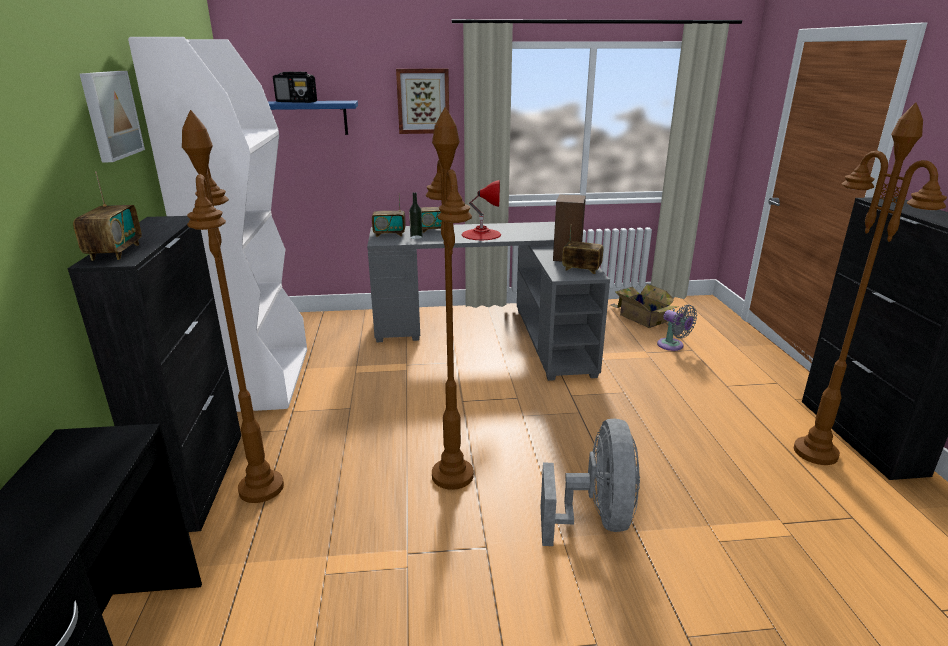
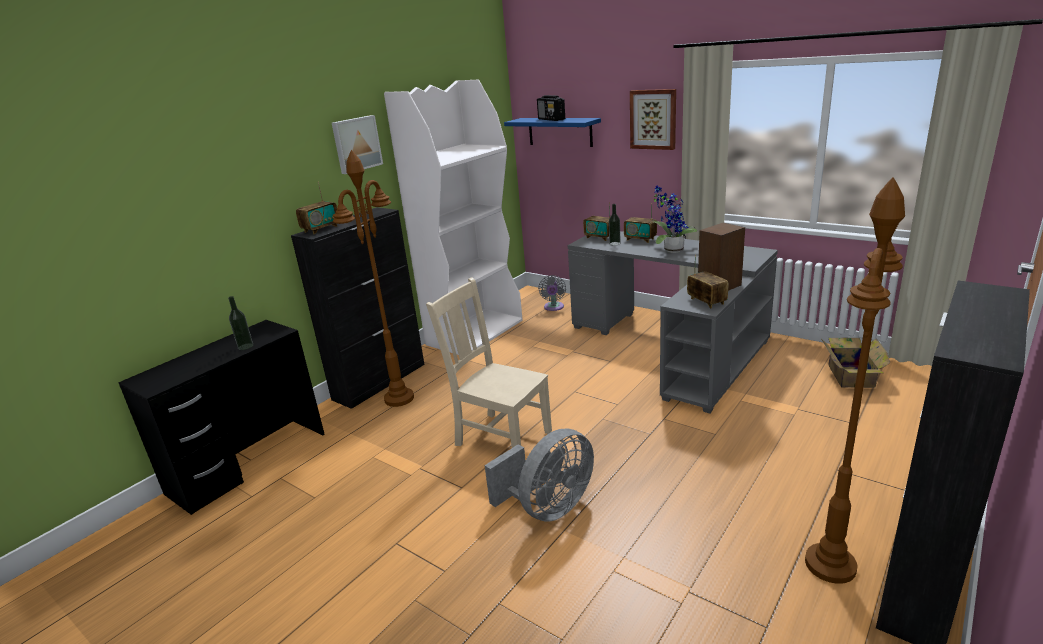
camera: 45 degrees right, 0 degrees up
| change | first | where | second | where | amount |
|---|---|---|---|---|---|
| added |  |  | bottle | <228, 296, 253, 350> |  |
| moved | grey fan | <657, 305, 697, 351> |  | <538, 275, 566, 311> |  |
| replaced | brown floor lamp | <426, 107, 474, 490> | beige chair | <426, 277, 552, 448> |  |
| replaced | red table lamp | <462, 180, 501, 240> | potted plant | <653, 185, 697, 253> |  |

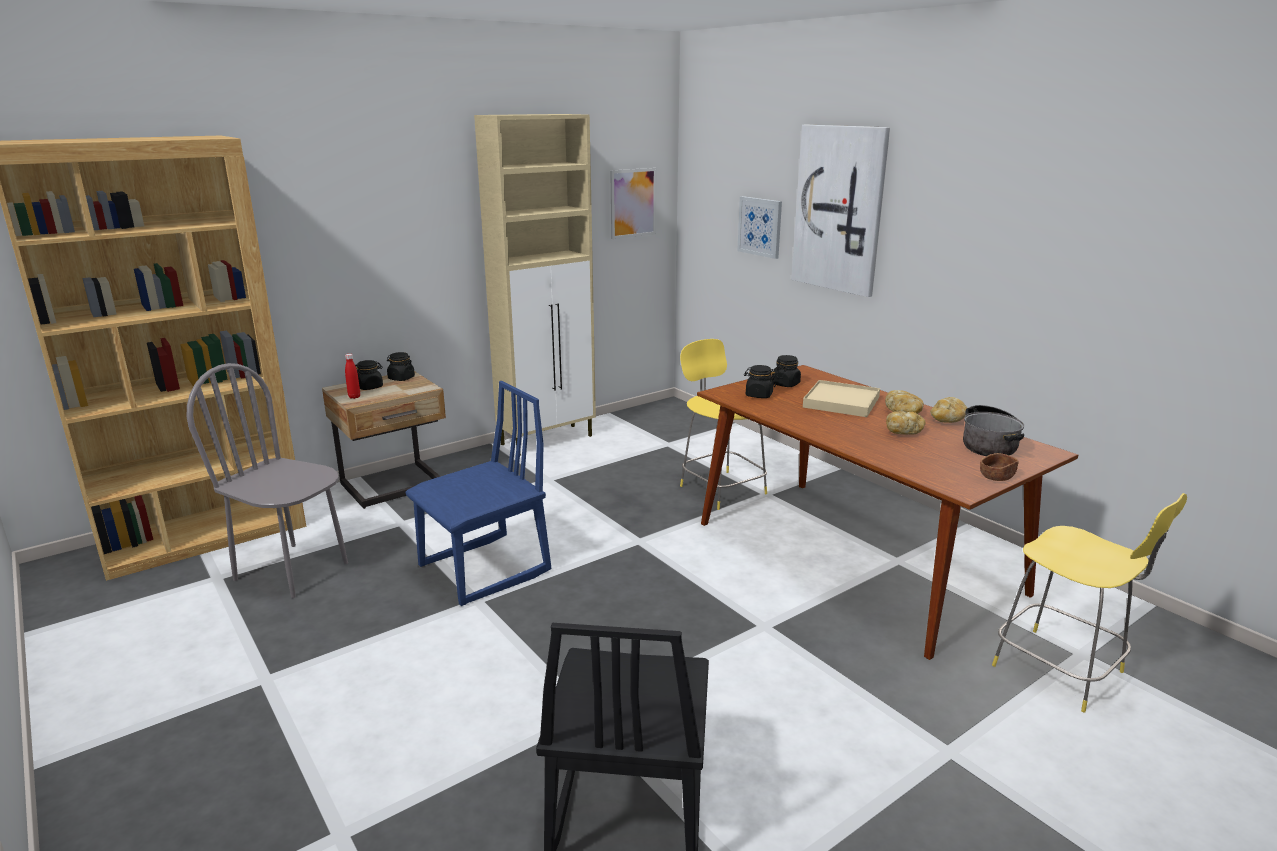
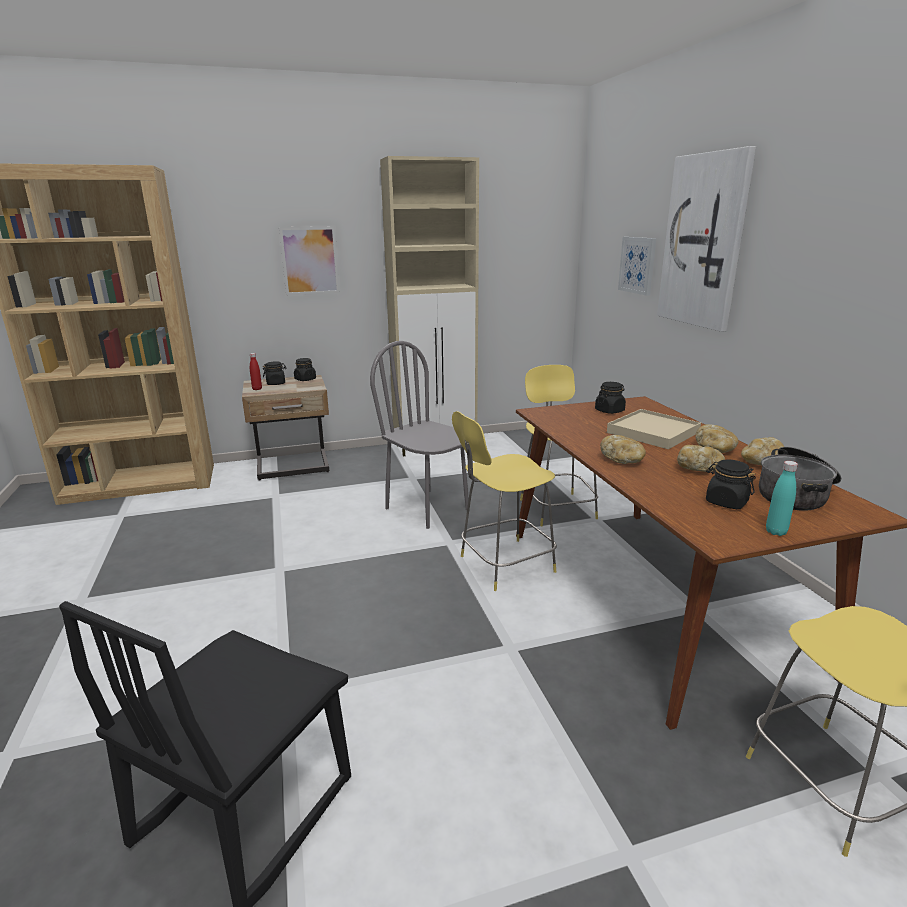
camera: 20 degrees right, 0 degrees up
| change | first | where | second | where | amount |
|---|---|---|---|---|---|
| removed | blue chair | <405, 381, 551, 606> |  |  |  |
| added |  |  | yellow stool | <452, 411, 557, 591> |  |
| added |  |  | bread | <600, 435, 646, 464> |  |
| moved | grey chair | <187, 363, 348, 598> |  | <370, 341, 468, 529> |  |
| moved | picture | <610, 168, 656, 239> |  | <279, 226, 340, 295> |  |
| moved | black jar | <744, 365, 776, 398> |  | <706, 460, 756, 509> |  |
| replaced | brown bowl | <980, 453, 1019, 481> | turquoise bottle | <766, 461, 798, 536> |  |

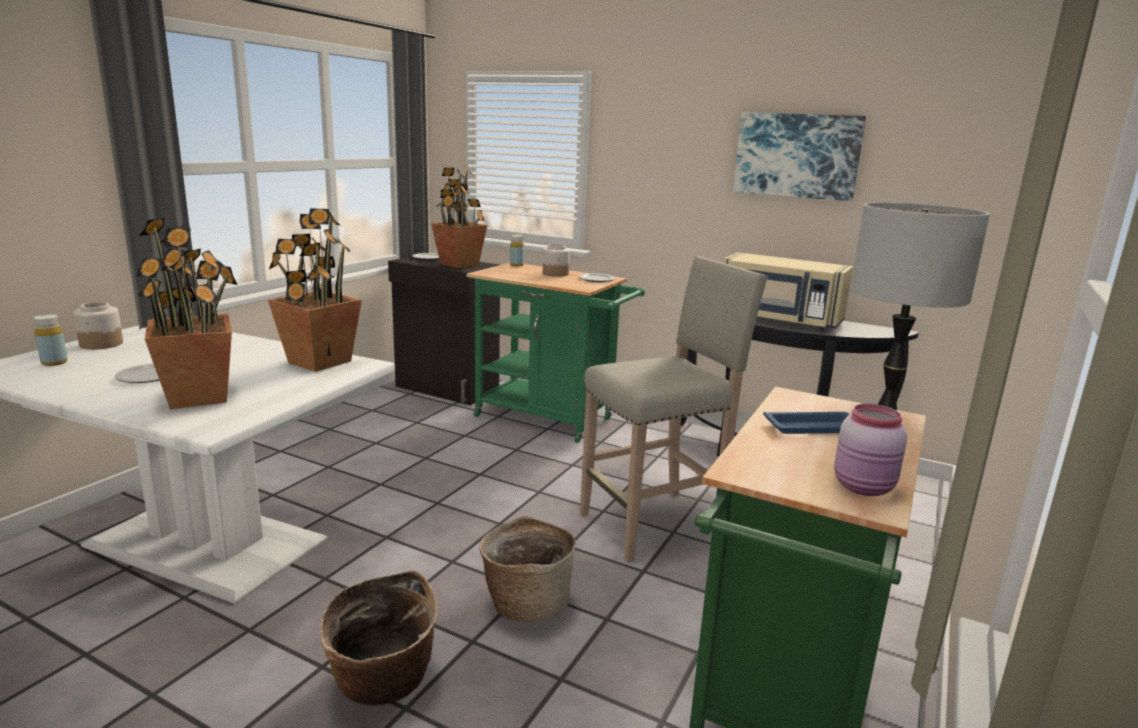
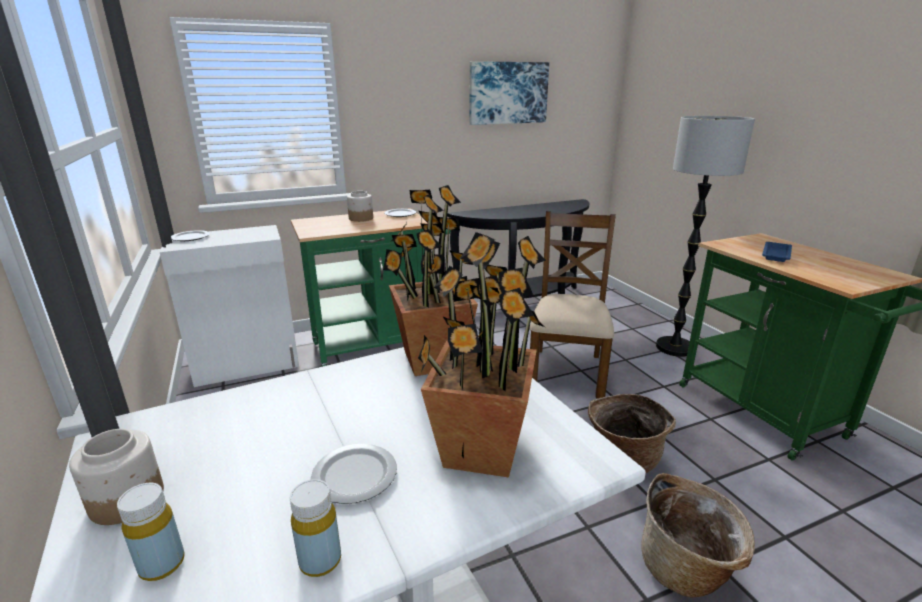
camera: 50 degrees left, 5 degrees up
| change | first | where | second | where | amount |
|---|---|---|---|---|---|
| removed | potted plant | <431, 165, 487, 268> |  |  |  |
| removed | beige microwave | <723, 252, 853, 330> |  |  |  |
| removed | pink jar | <834, 404, 907, 496> |  |  |  |
| moved | yellow bottle | <510, 235, 524, 266> |  | <290, 479, 341, 577> |  |
| replaced | beige stool | <580, 256, 768, 563> | brown chair | <530, 211, 616, 399> |  |
| recoloured | black cabinet | <388, 257, 500, 405> | white cabinet | <160, 225, 299, 387> |  |

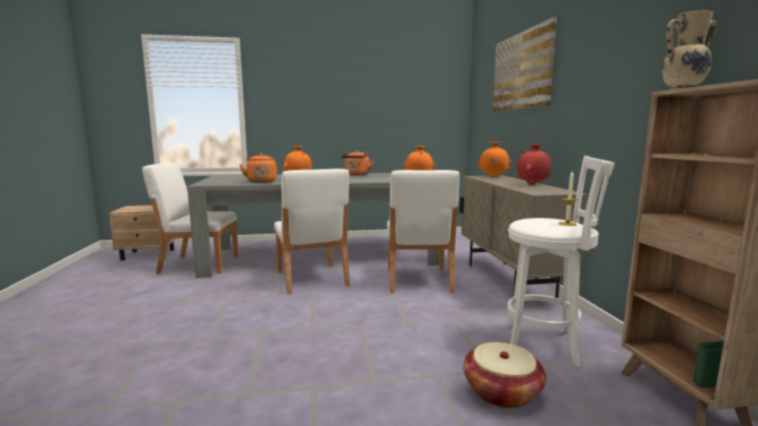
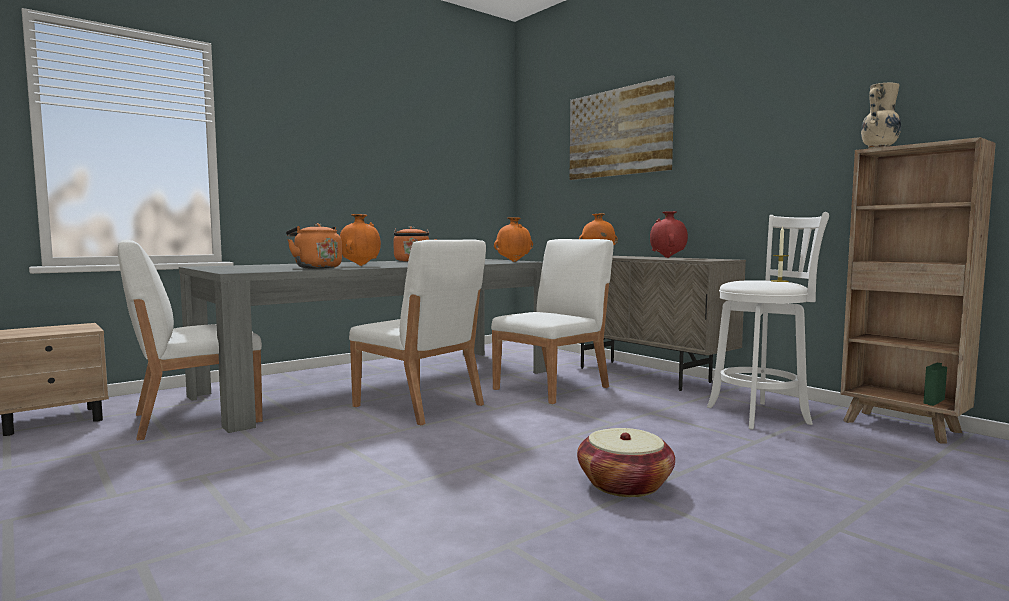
camera: 30 degrees left, 5 degrees down
| change | first | where | second | where | amount |
|---|---|---|---|---|---|
| moved | basket | <463, 342, 546, 408> |  | <577, 428, 675, 497> |  |
| turned | white chair | <387, 170, 460, 293> |  | <491, 239, 614, 404> | 105 degrees counterclockwise |

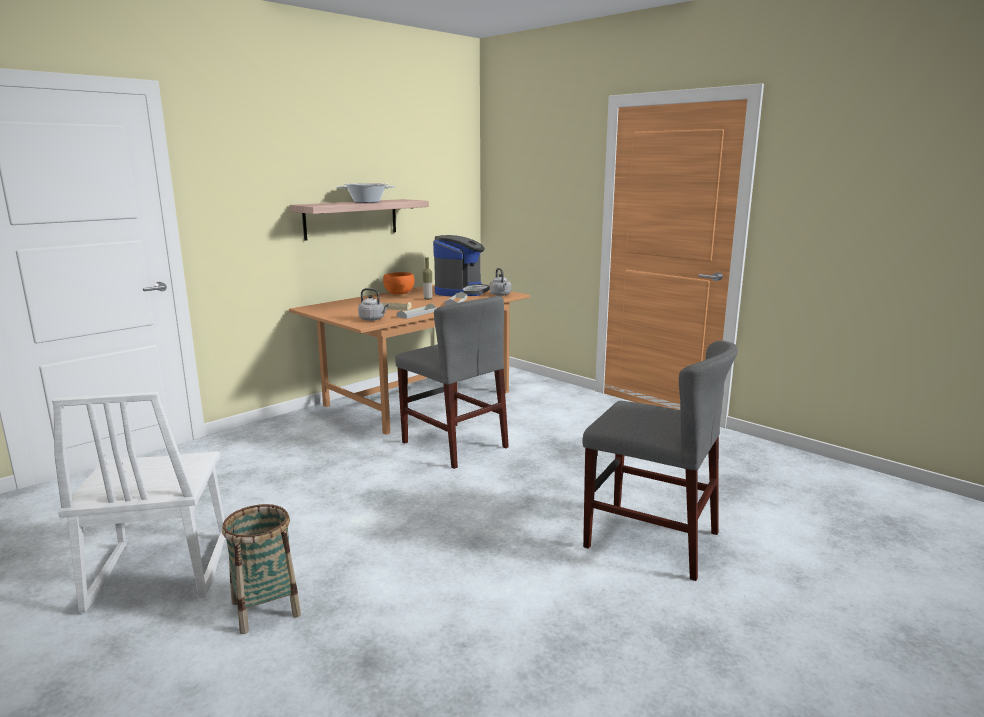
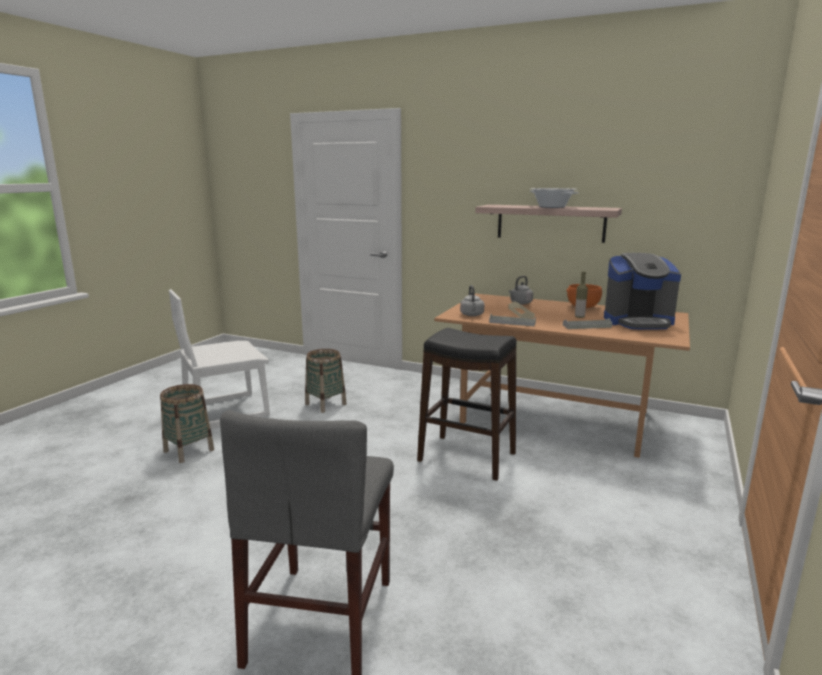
camera: 70 degrees right, 0 degrees up
| change | first | where | second | where | amount |
|---|---|---|---|---|---|
| added |  |  | basket | <305, 349, 347, 413> |  |
| moved | grey kettle | <490, 268, 511, 296> |  | <509, 276, 533, 304> |  |
| replaced | grey chair | <395, 296, 509, 469> | black stool | <417, 328, 517, 481> |  |

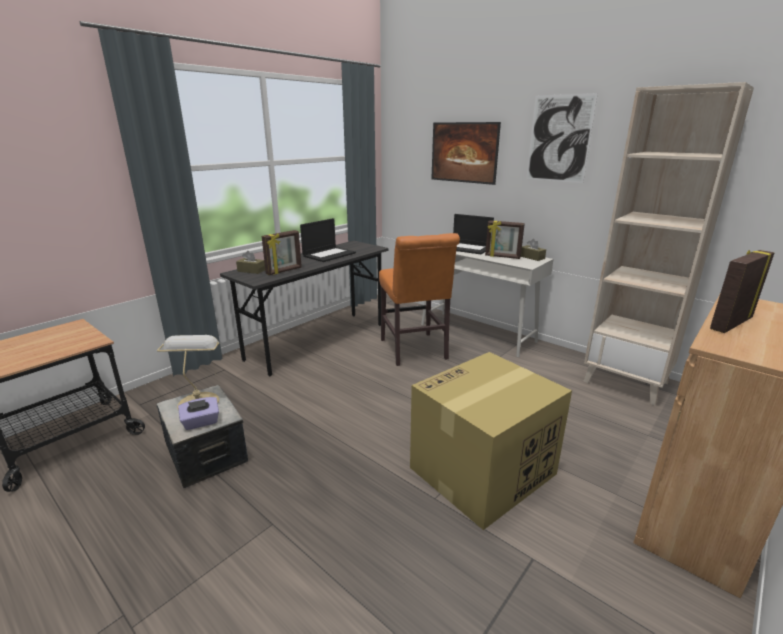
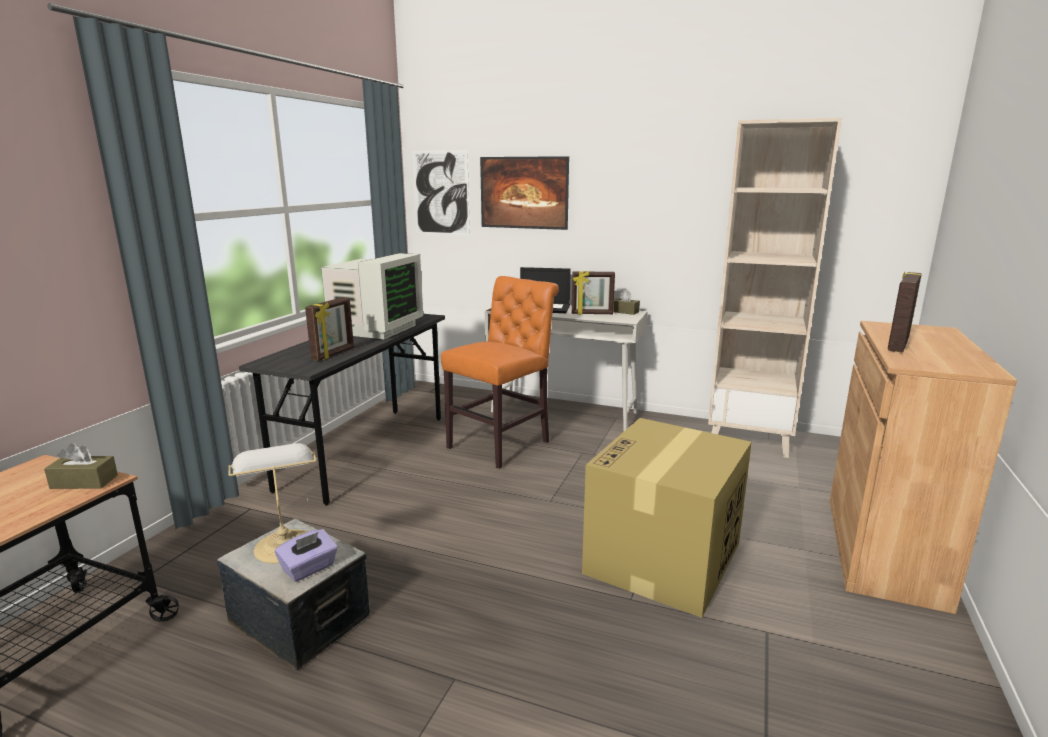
camera: 20 degrees left, 5 degrees down
| change | first | where | second | where | amount |
|---|---|---|---|---|---|
| moved | brown tissue box | <236, 251, 265, 274> |  | <44, 443, 118, 489> |  |
| moved | picture | <526, 93, 598, 183> |  | <413, 150, 470, 235> |  |
| replaced | laptop | <300, 218, 356, 262> | monitor | <321, 253, 423, 339> |  |
| turned | orange chair | <379, 233, 460, 366> |  | <441, 276, 559, 469> | 105 degrees counterclockwise |

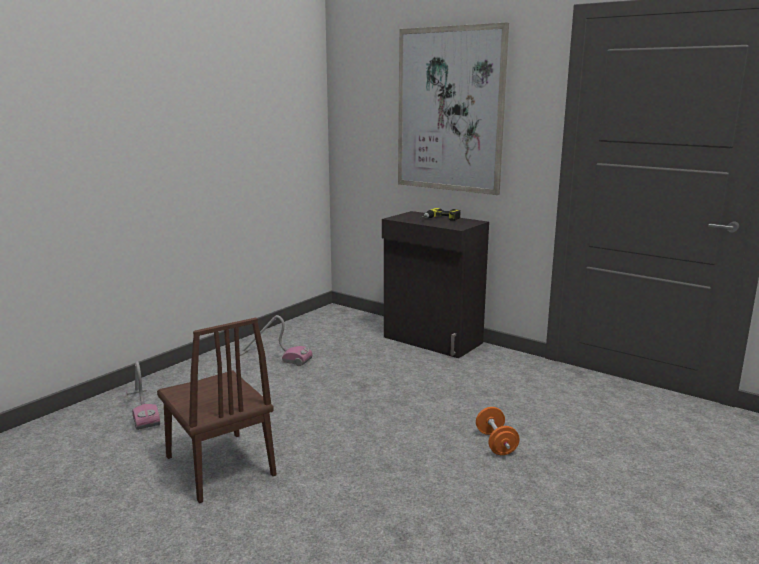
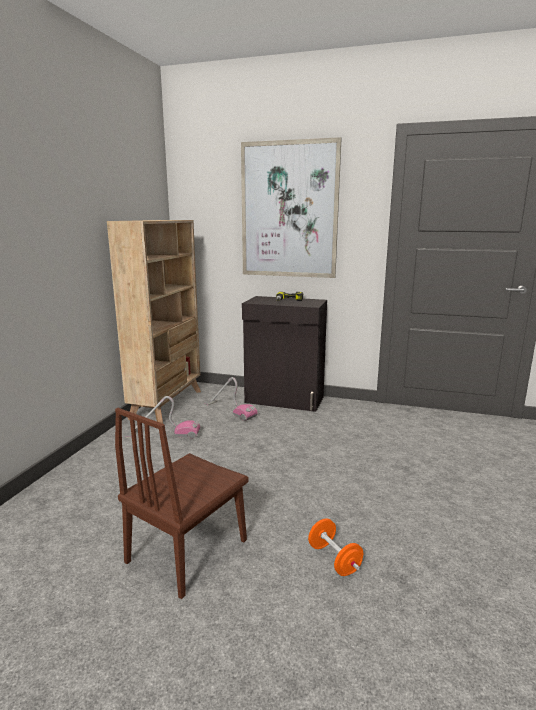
camera: 20 degrees left, 0 degrees up
| change | first | where | second | where | amount |
|---|---|---|---|---|---|
| added |  |  | beige bookcase | <107, 220, 201, 424> |  |
| moved | vacuum cleaner | <126, 361, 160, 430> |  | <204, 377, 258, 421> |  |
| moved | orange dumbbell | <476, 407, 519, 455> |  | <308, 518, 363, 576> |  |
| turned | brown chair | <157, 318, 277, 503> |  | <115, 408, 248, 599> | 90 degrees clockwise |

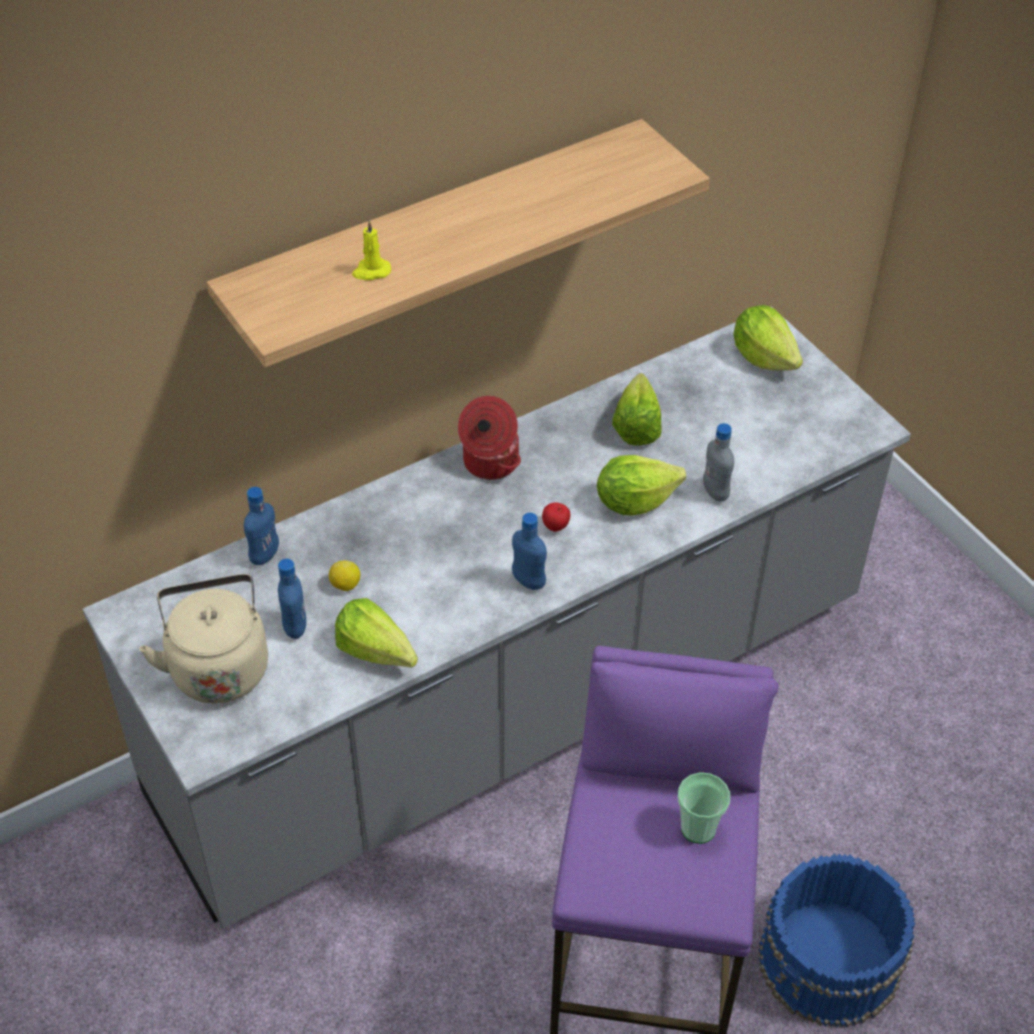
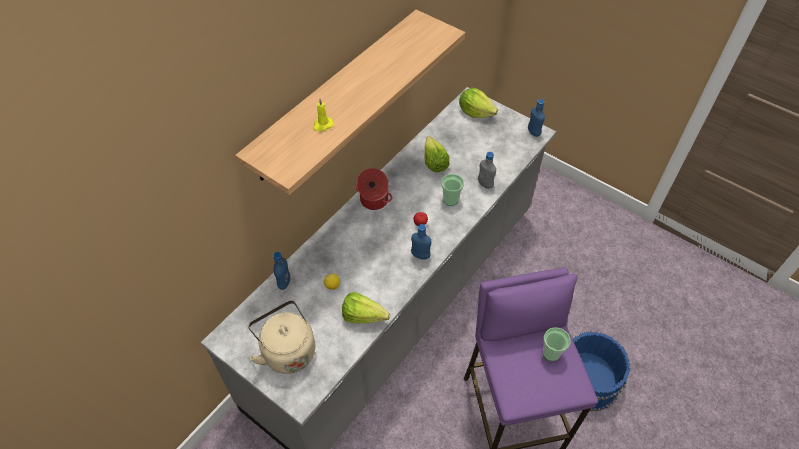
camera: 20 degrees left, 5 degrees up
| change | first | where | second | where | amount |
|---|---|---|---|---|---|
| moved | blue bottle | <278, 559, 306, 639> |  | <528, 99, 545, 137> |  |
| replaced | lettuce | <597, 455, 686, 516> | cup | <441, 174, 464, 206> |  |

